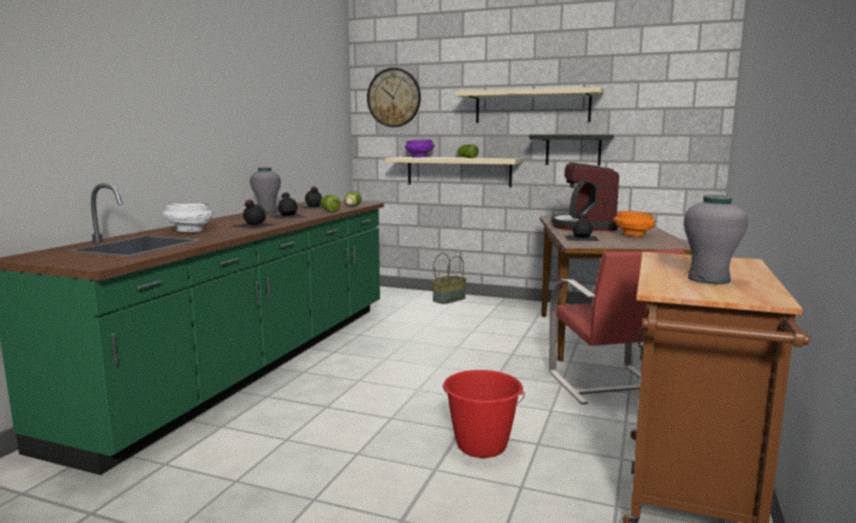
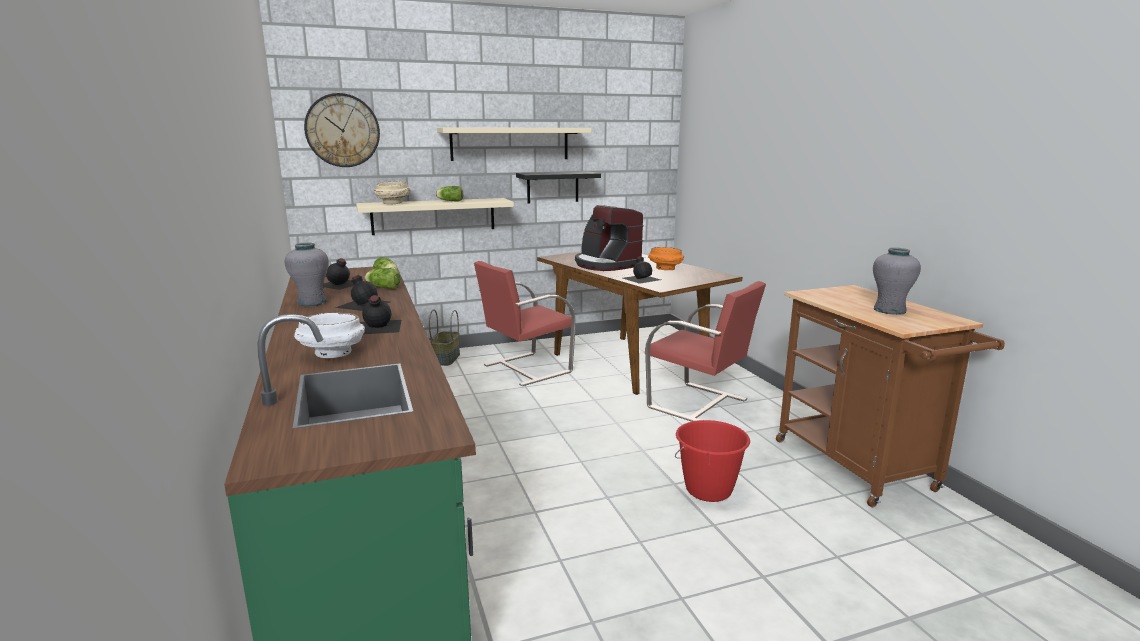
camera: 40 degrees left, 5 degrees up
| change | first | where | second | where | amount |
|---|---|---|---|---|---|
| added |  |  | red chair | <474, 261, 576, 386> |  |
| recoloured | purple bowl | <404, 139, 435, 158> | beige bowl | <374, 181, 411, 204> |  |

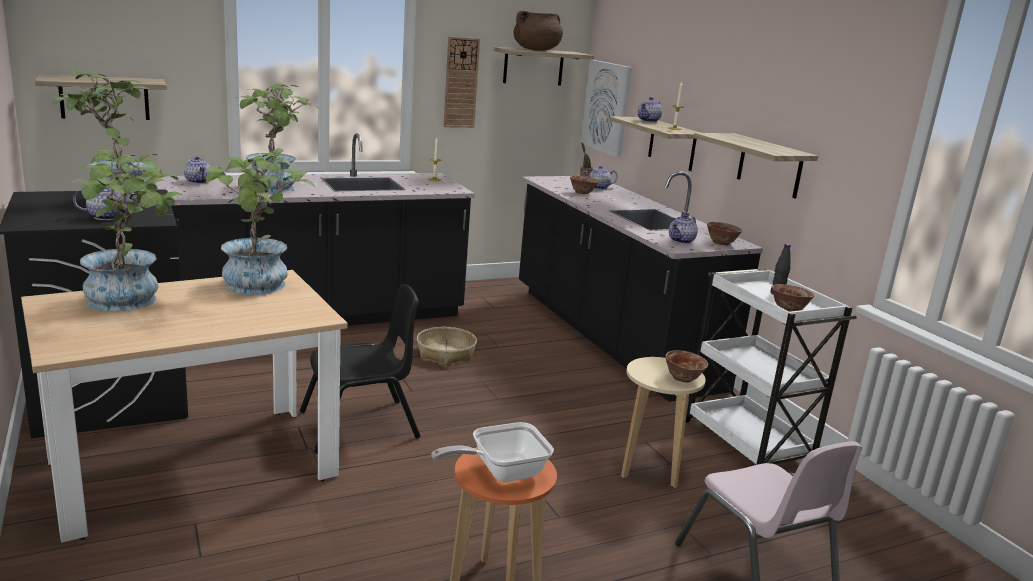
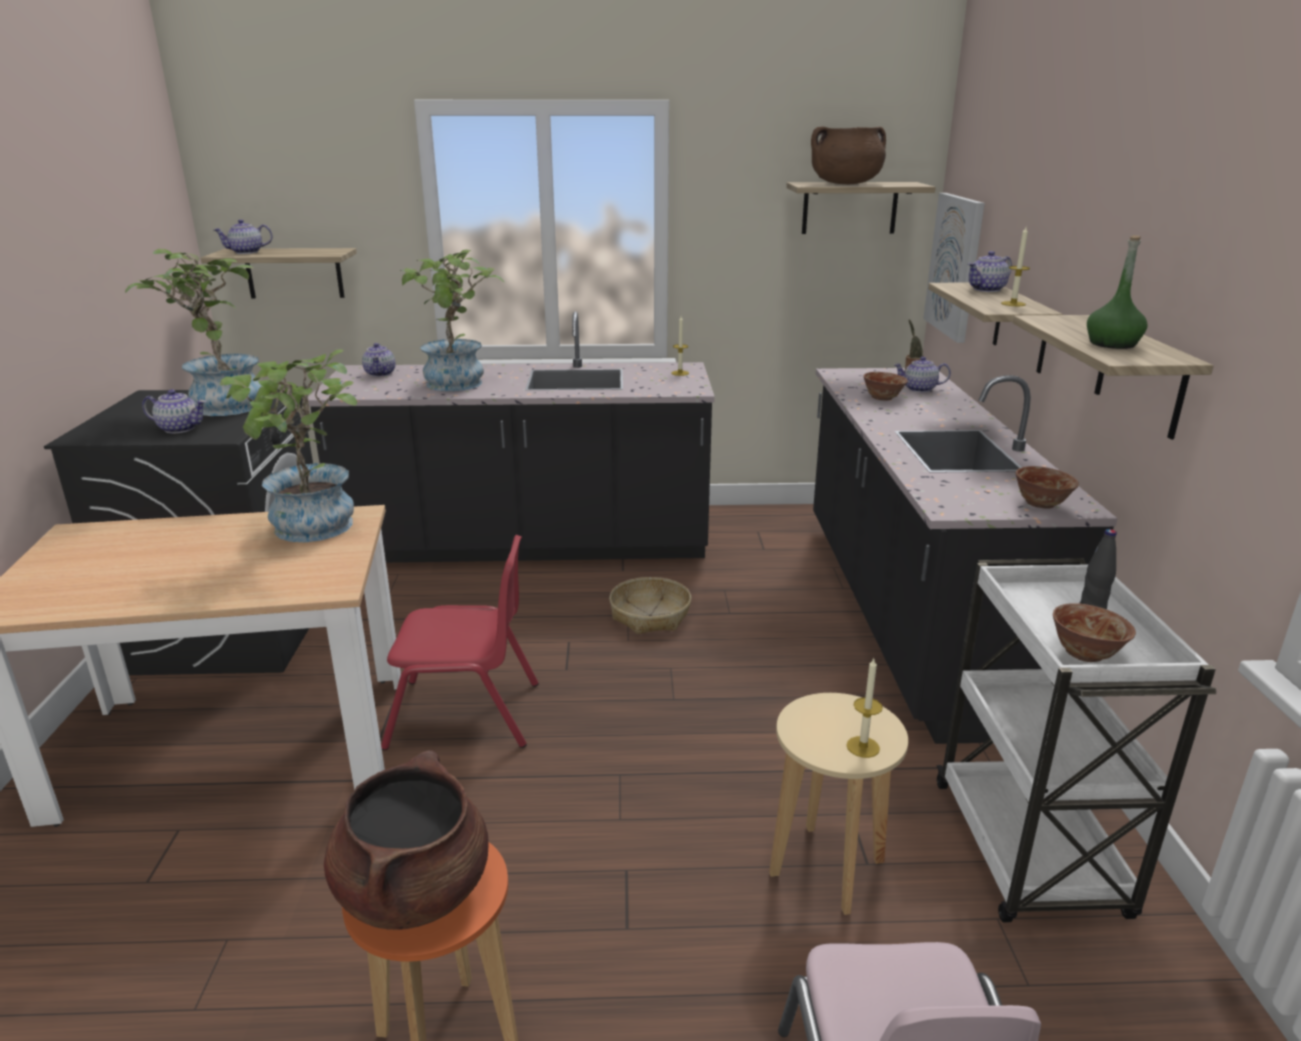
camera: 25 degrees right, 5 degrees up
| change | first | where | second | where | amount |
|---|---|---|---|---|---|
| removed | potted plant | <70, 150, 183, 312> |  |  |  |
| removed | wall clock | <444, 37, 480, 128> |  |  |  |
| added |  |  | green bottle | <1087, 235, 1148, 349> |  |
| moved | teapot | <669, 214, 698, 244> |  | <214, 219, 272, 254> |  |
| replaced | frying pan | <431, 422, 554, 482> | brown cooking pot | <324, 750, 489, 930> |  |
| replaced | bowl | <665, 350, 708, 382> | candle | <847, 659, 883, 758> |  |
| recoloured | black chair | <300, 284, 420, 454> | red chair | <381, 535, 539, 750> |  |

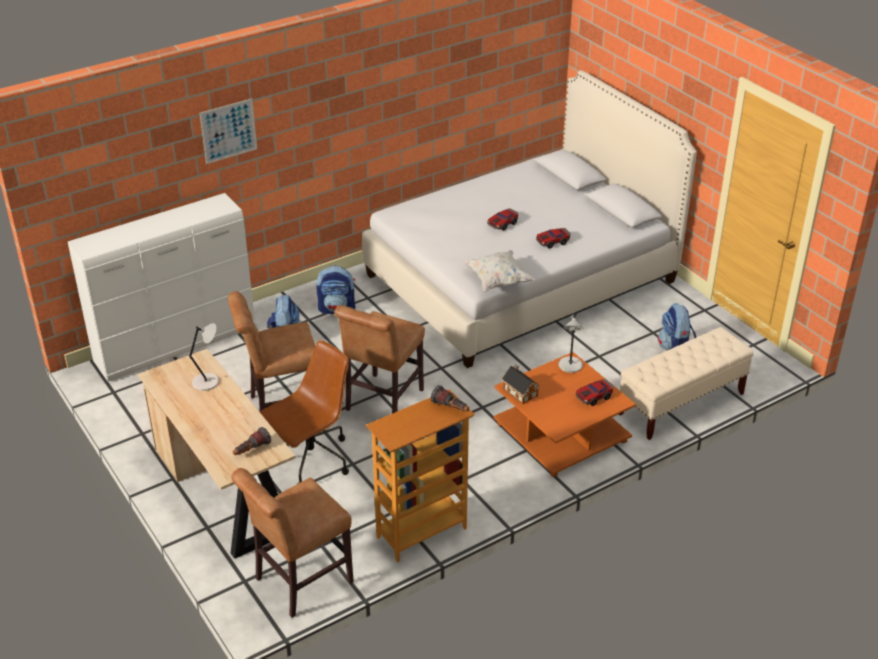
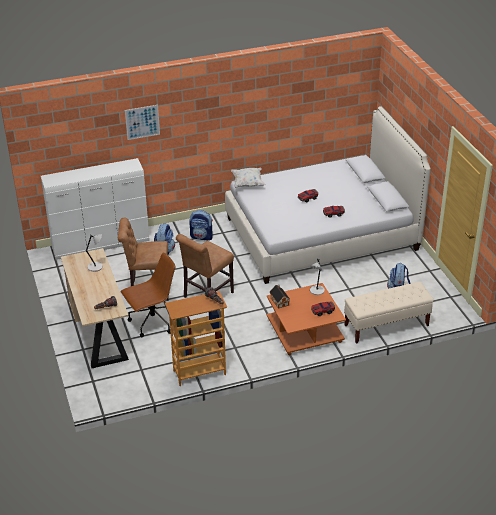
camera: 15 degrees right, 0 degrees up
| change | first | where | second | where | amount |
|---|---|---|---|---|---|
| removed | brown chair | <231, 468, 354, 618> |  |  |  |
| moved | white pillow | <464, 250, 535, 292> |  | <231, 168, 266, 188> |  |

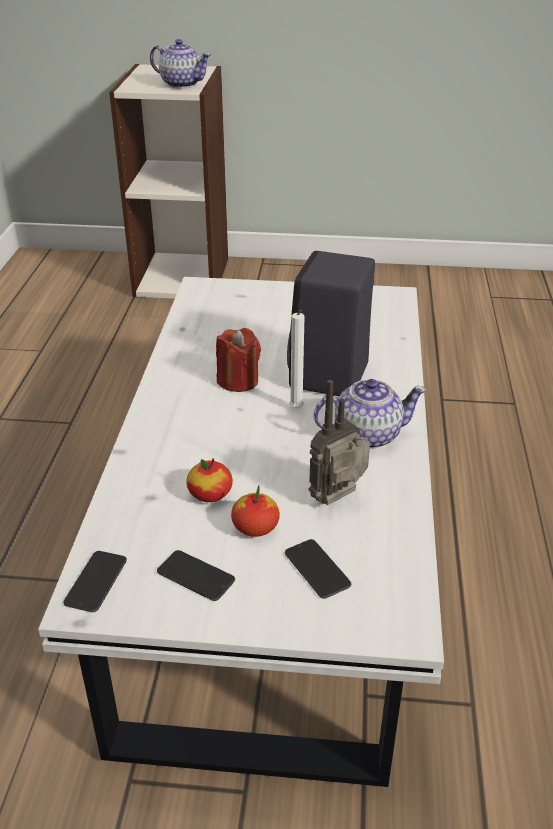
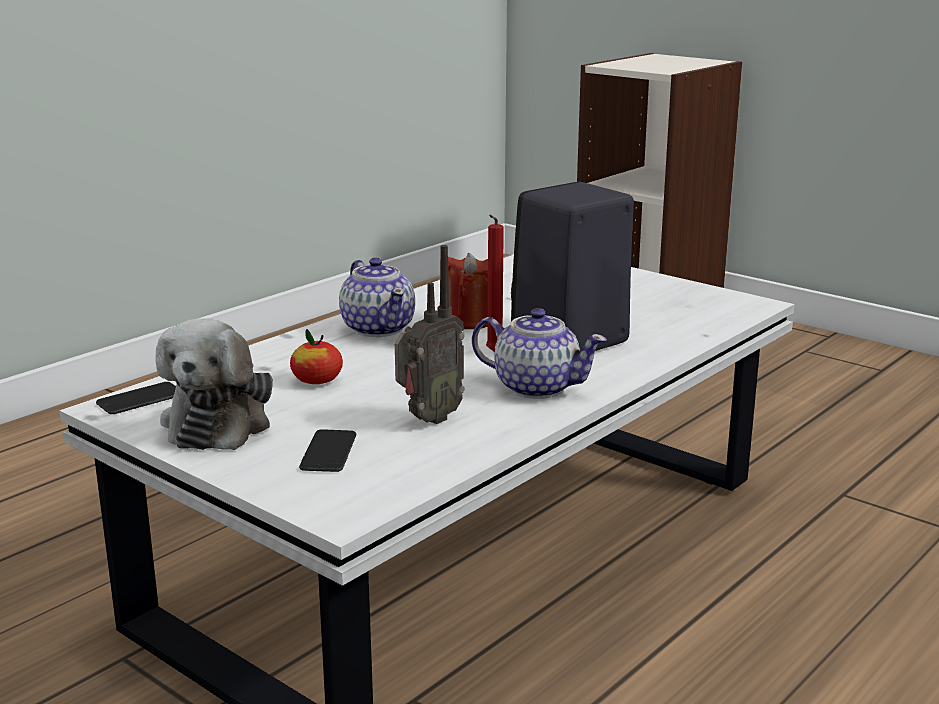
camera: 35 degrees right, 15 degrees down
| change | first | where | second | where | amount |
|---|---|---|---|---|---|
| removed | apple | <231, 485, 280, 537> |  |  |  |
| moved | teapot | <150, 39, 211, 88> |  | <339, 258, 415, 337> |  |
| replaced | phone | <157, 550, 235, 601> | plush toy | <156, 318, 273, 450> |  |
| recoloured | white candle | <289, 310, 305, 409> | red candle | <486, 214, 504, 352> |  |
| turned | radio | <308, 380, 370, 505> |  | <395, 245, 465, 424> | 135 degrees clockwise |

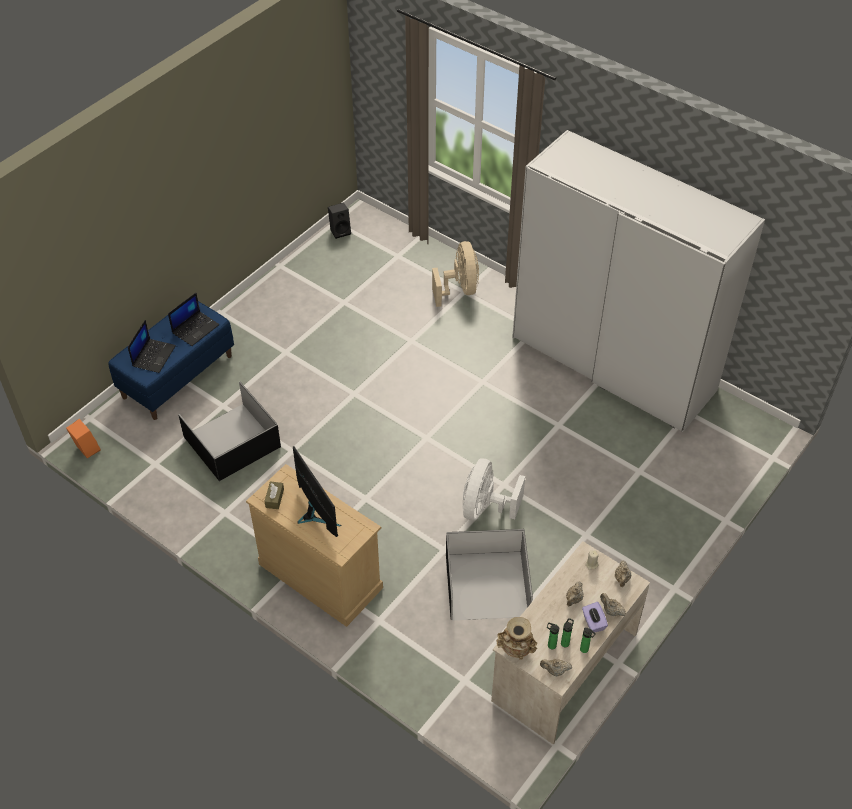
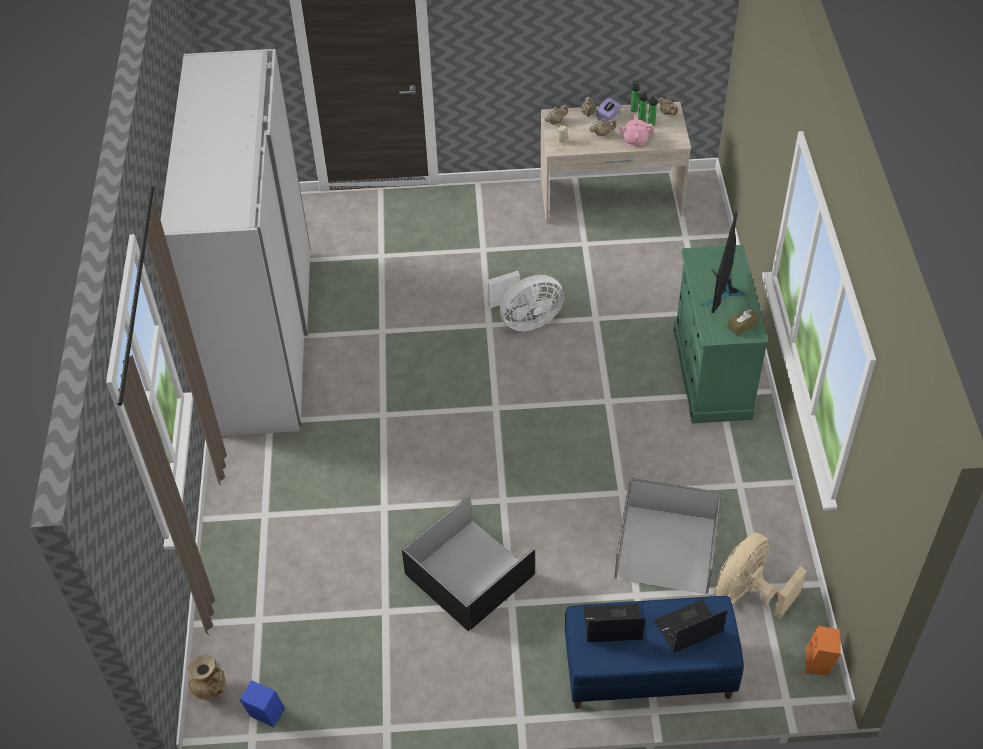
camera: 130 degrees left, 0 degrees up
| change | first | where | second | where | amount |
|---|---|---|---|---|---|
| added |  |  | pink teapot | <618, 115, 654, 145> |  |
| moved | beige fan | <432, 241, 479, 307> |  | <715, 532, 807, 619> |  |
| moved | black storage box | <446, 529, 533, 620> |  | <402, 495, 535, 631> |  |
| moved | beige vase | <496, 617, 537, 659> |  | <187, 655, 226, 700> |  |
| recoloured | beige dresser | <246, 464, 383, 627> | green dresser | <673, 245, 768, 424> |  |
| recoloured | black speaker | <328, 203, 351, 239> | blue speaker | <240, 680, 285, 727> |  |

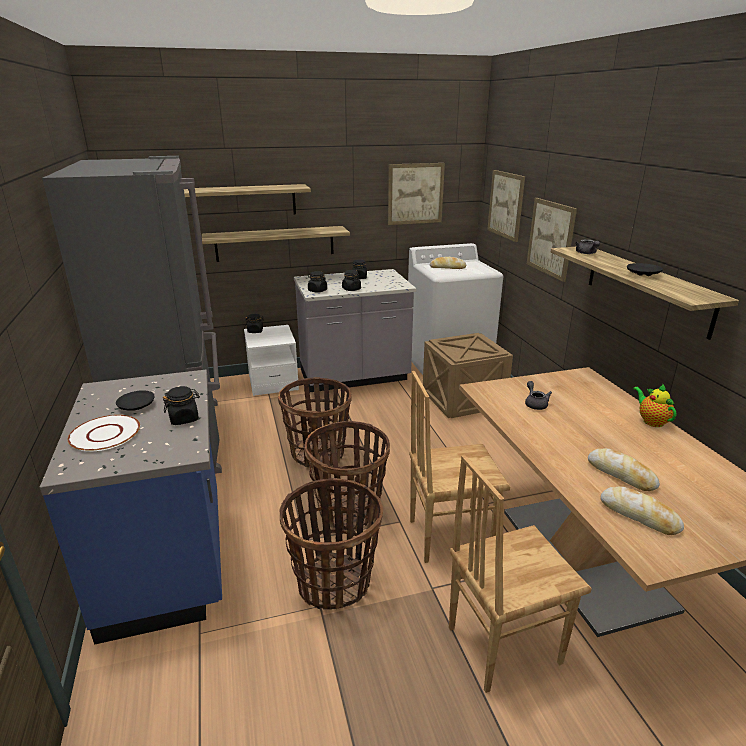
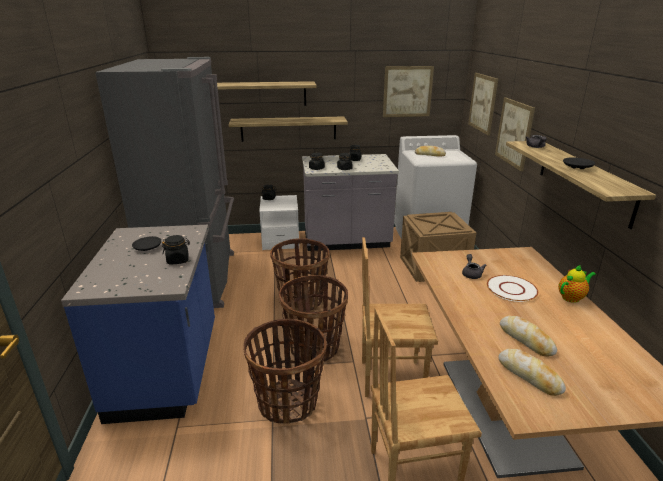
camera: 10 degrees right, 0 degrees up
| change | first | where | second | where | amount |
|---|---|---|---|---|---|
| moved | white plate | <68, 415, 140, 451> |  | <487, 275, 538, 302> |  |
| turned | teapot | <633, 384, 676, 427> |  | <558, 265, 596, 303> | 75 degrees clockwise |

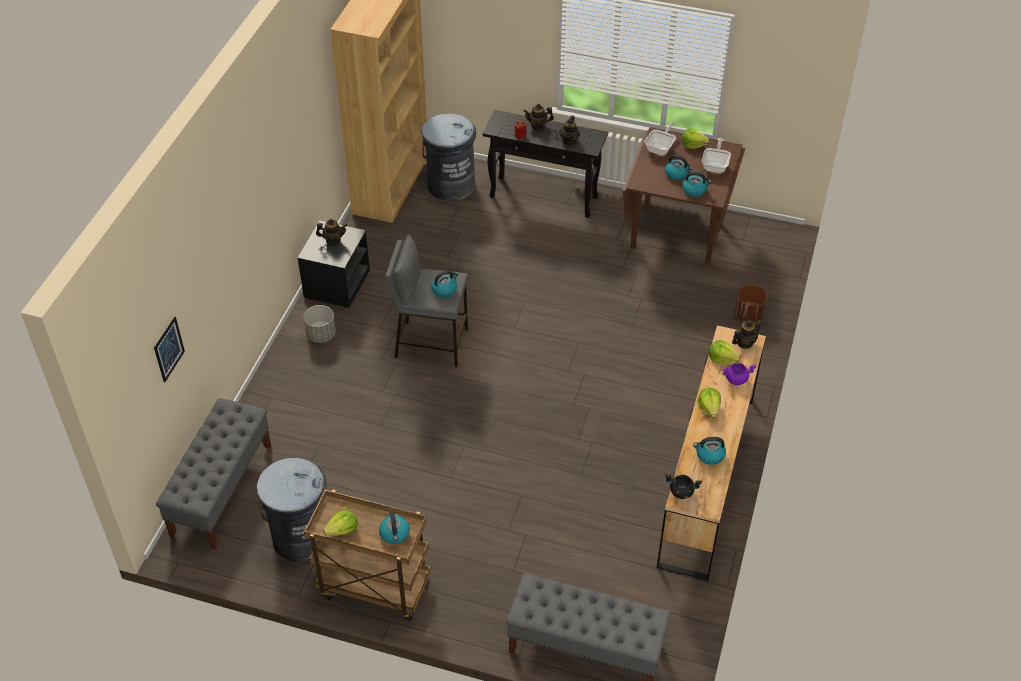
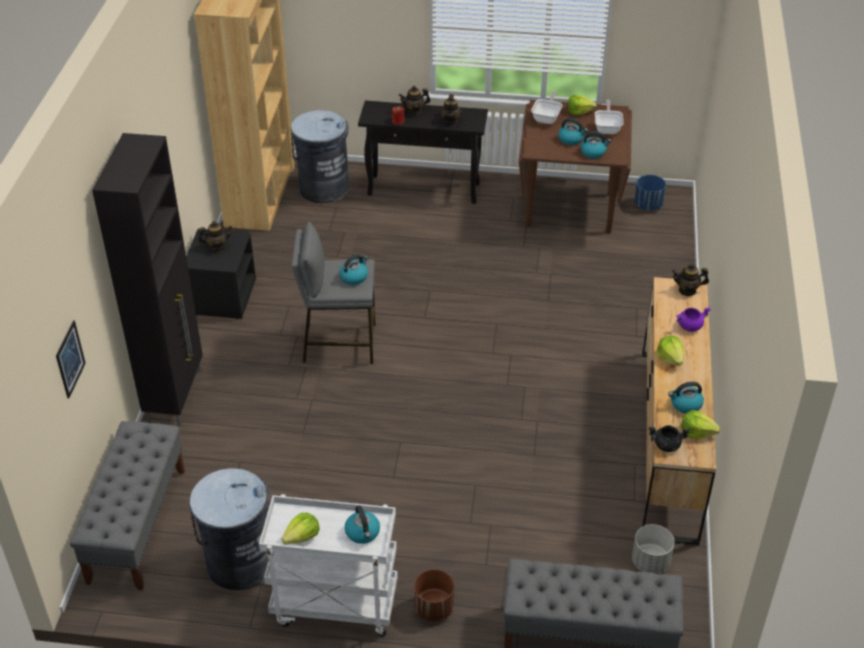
camera: 10 degrees left, 5 degrees down
| change | first | where | second | where | amount |
|---|---|---|---|---|---|
| added |  |  | black cabinet | <92, 133, 203, 427> |  |
| added |  |  | blue planter | <634, 175, 666, 210> |  |
| moved | grey planter | <303, 305, 336, 343> |  | <632, 524, 675, 574> |  |
| moved | lettuce | <709, 340, 741, 364> |  | <681, 410, 720, 439> |  |
| moved | brown planter | <735, 285, 767, 322> |  | <414, 569, 454, 621> |  |
| recoloured | brown cart | <304, 490, 431, 621> | white cart | <259, 494, 398, 636> |  |
| turned | teapot | <732, 320, 762, 348> |  | <672, 263, 709, 296> | 135 degrees counterclockwise |

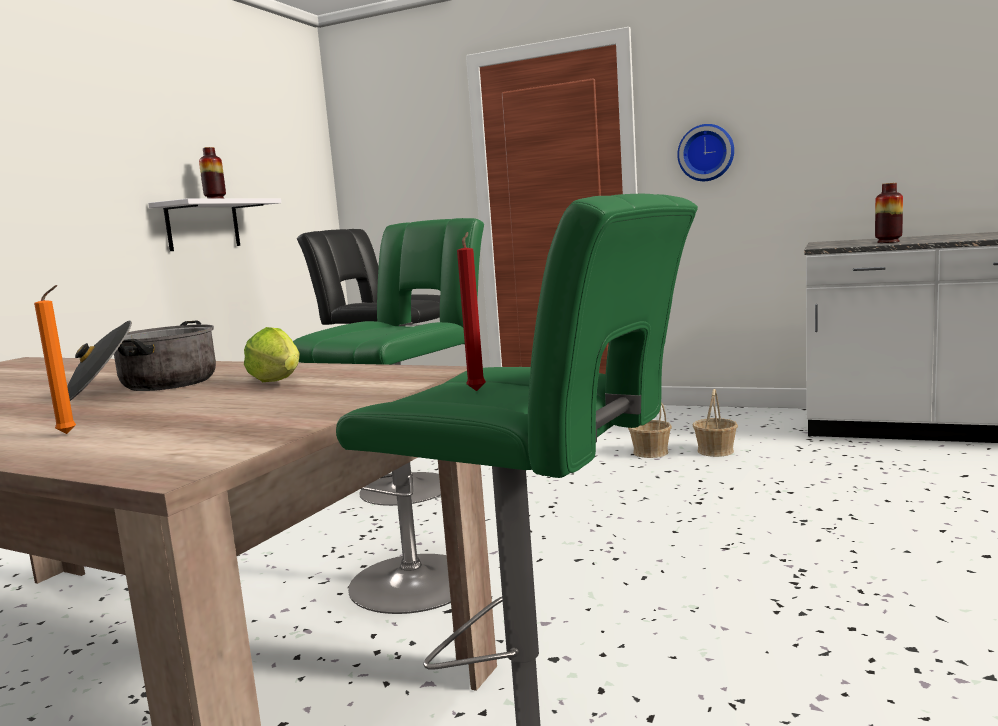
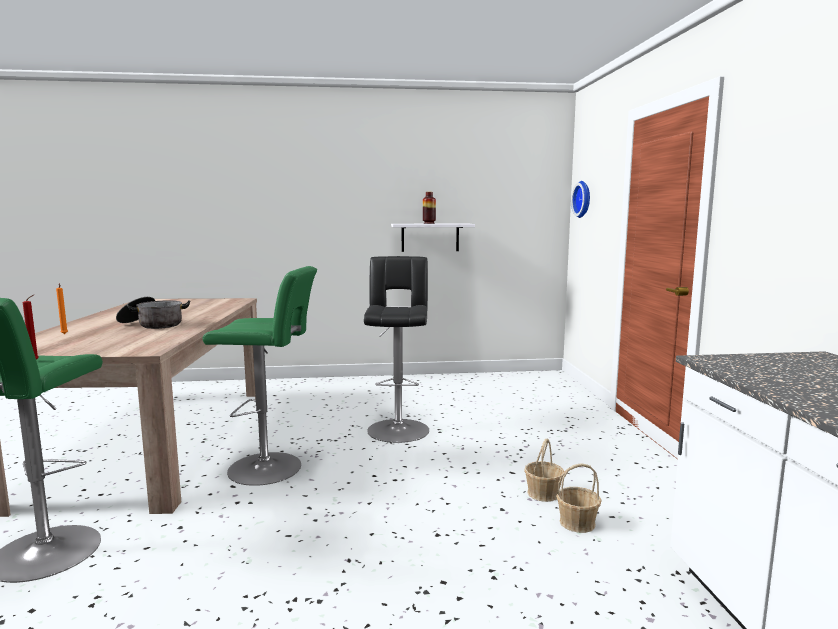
camera: 60 degrees right, 0 degrees up
| change | first | where | second | where | amount |
|---|---|---|---|---|---|
| removed | lettuce | <244, 327, 299, 382> |  |  |  |
| removed | vase | <875, 183, 903, 243> |  |  |  |
| moved | wall clock | <677, 124, 734, 181> |  | <571, 181, 590, 218> |  |

